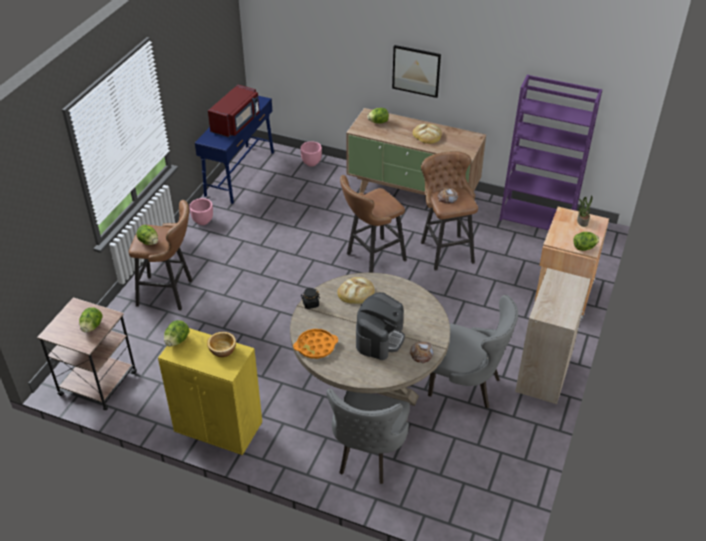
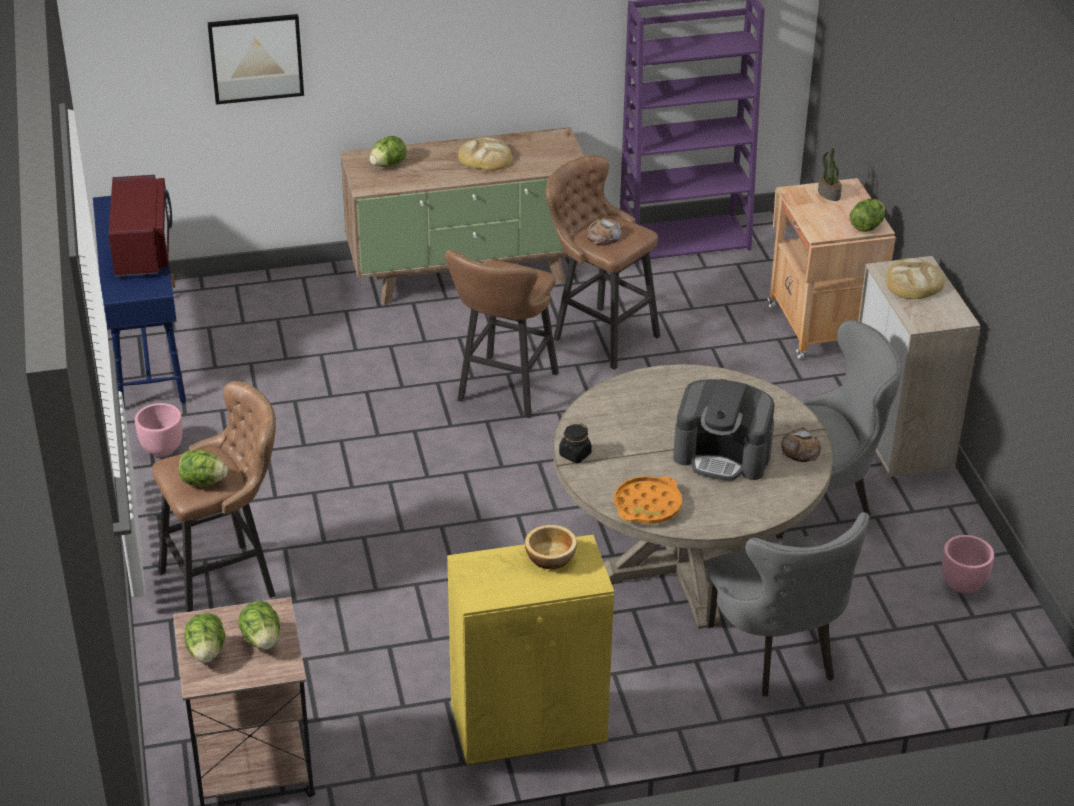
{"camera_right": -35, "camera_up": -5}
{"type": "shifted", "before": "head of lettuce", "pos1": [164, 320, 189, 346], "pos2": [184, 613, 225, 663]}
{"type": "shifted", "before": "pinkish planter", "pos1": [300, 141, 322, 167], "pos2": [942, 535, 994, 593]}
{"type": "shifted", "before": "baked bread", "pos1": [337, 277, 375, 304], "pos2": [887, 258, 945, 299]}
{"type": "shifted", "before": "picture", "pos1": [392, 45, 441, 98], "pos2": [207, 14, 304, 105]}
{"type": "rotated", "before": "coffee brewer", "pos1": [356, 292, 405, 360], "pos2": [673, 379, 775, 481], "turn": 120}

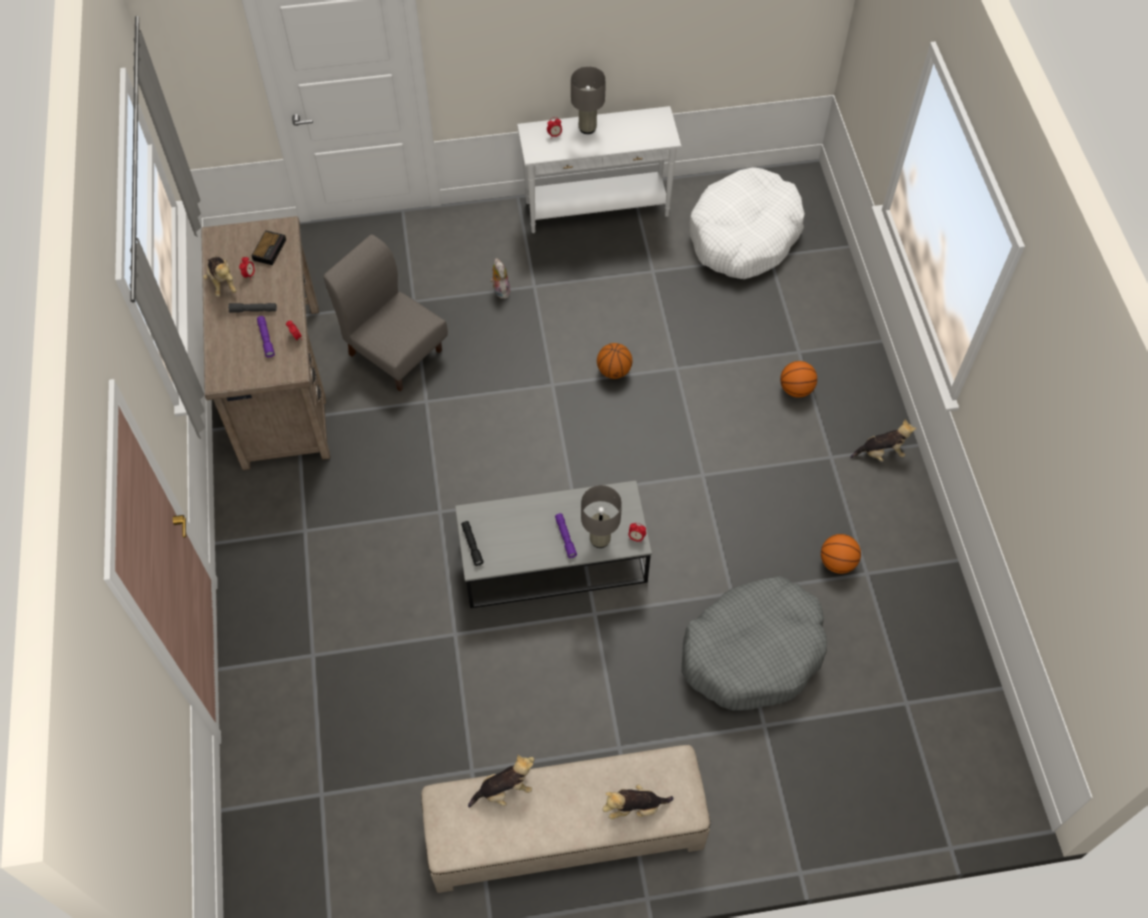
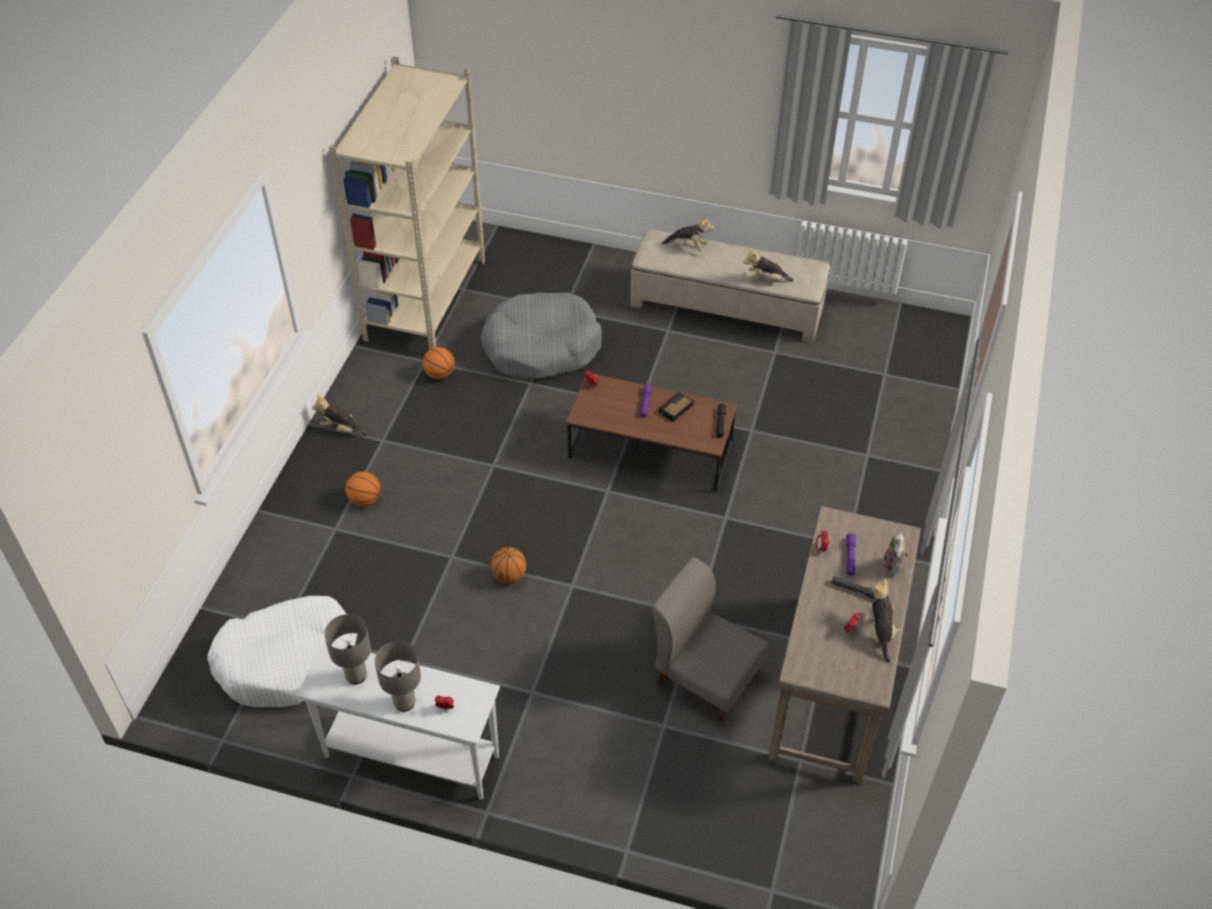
{"camera_right": -155, "camera_up": -10}
{"type": "new", "after": "beige bookshelf", "pos2": [329, 56, 485, 350]}
{"type": "shifted", "before": "alarm clock", "pos1": [252, 230, 286, 265], "pos2": [659, 392, 694, 422]}
{"type": "shifted", "before": "cuddly toy", "pos1": [490, 258, 510, 299], "pos2": [881, 532, 909, 577]}
{"type": "shifted", "before": "greyish tabletop lamp", "pos1": [581, 485, 622, 548], "pos2": [324, 614, 371, 684]}
{"type": "repainted", "before": "greyish coffee table", "after": "brown coffee table", "pos1": [455, 480, 652, 608], "pos2": [566, 375, 737, 491]}
{"type": "rotated", "before": "greyish chair", "pos1": [324, 235, 448, 391], "pos2": [652, 557, 769, 722], "turn": 150}

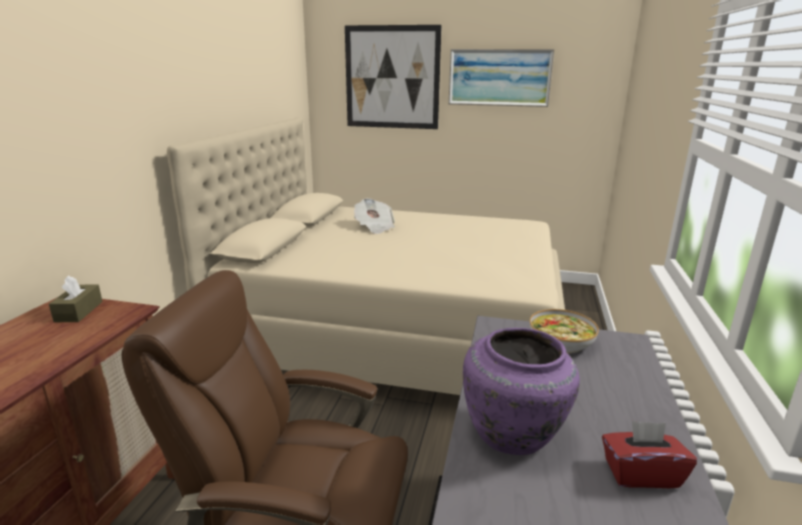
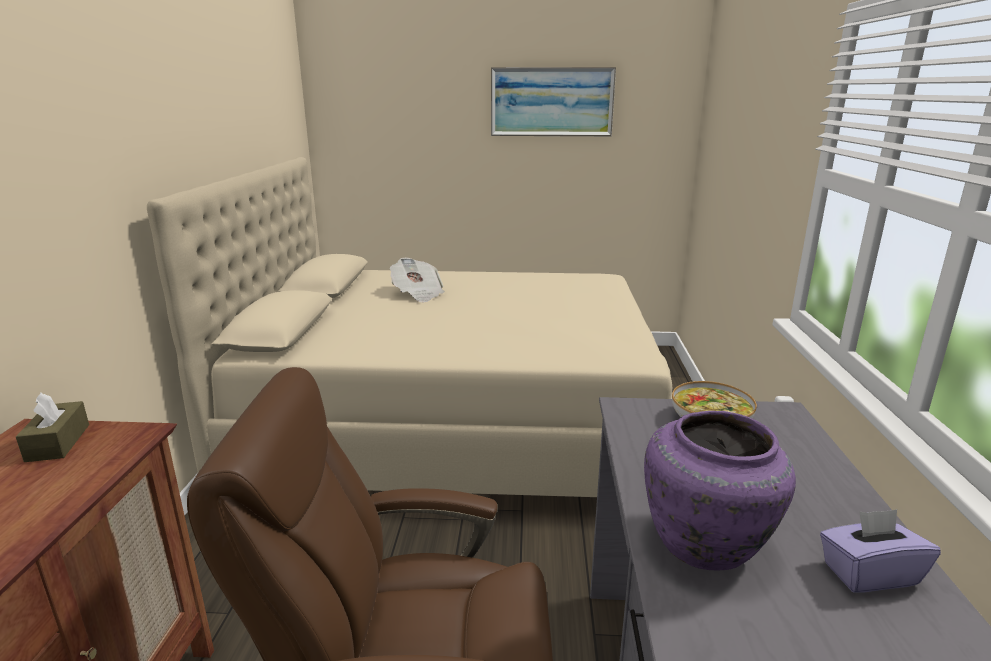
{"camera_right": -10, "camera_up": 0}
{"type": "gone", "before": "picture", "pos1": [345, 25, 442, 129]}
{"type": "repainted", "before": "red tissue holder", "after": "purplish tissue holder", "pos1": [602, 421, 697, 488], "pos2": [820, 509, 941, 593]}

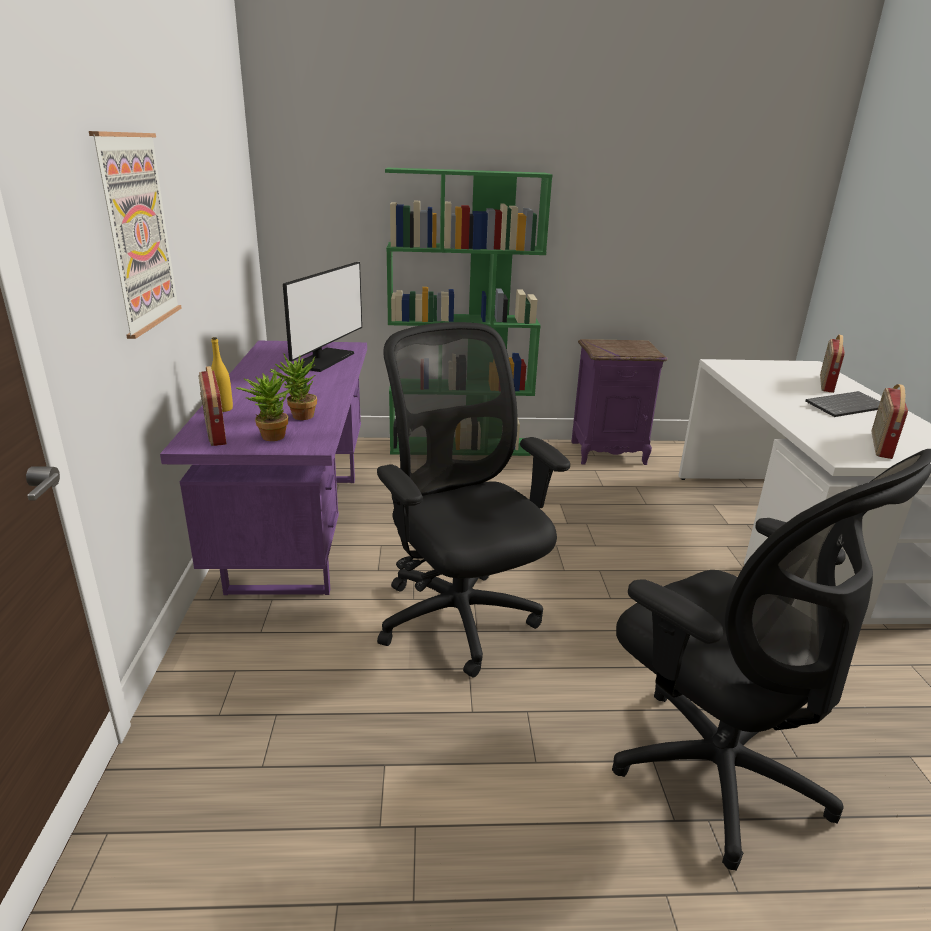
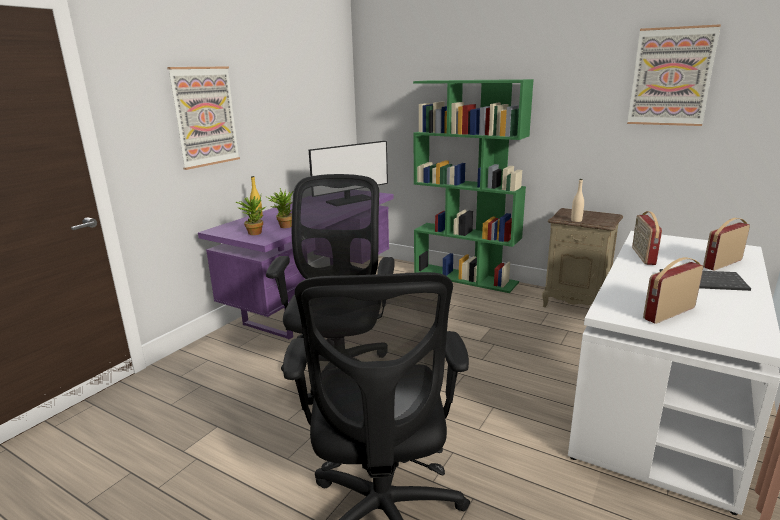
{"camera_right": 35, "camera_up": -5}
{"type": "new", "after": "beige beverage bottle", "pos2": [571, 179, 584, 222]}
{"type": "new", "after": "picture", "pos2": [627, 24, 721, 126]}
{"type": "shifted", "before": "radio", "pos1": [198, 366, 227, 446], "pos2": [632, 211, 662, 265]}
{"type": "repainted", "before": "purplish bedside table", "after": "beige bedside table", "pos1": [571, 339, 668, 465], "pos2": [542, 208, 623, 307]}

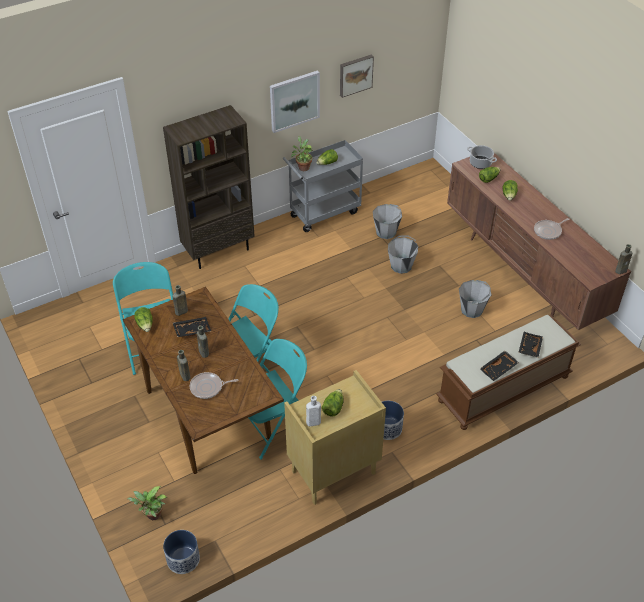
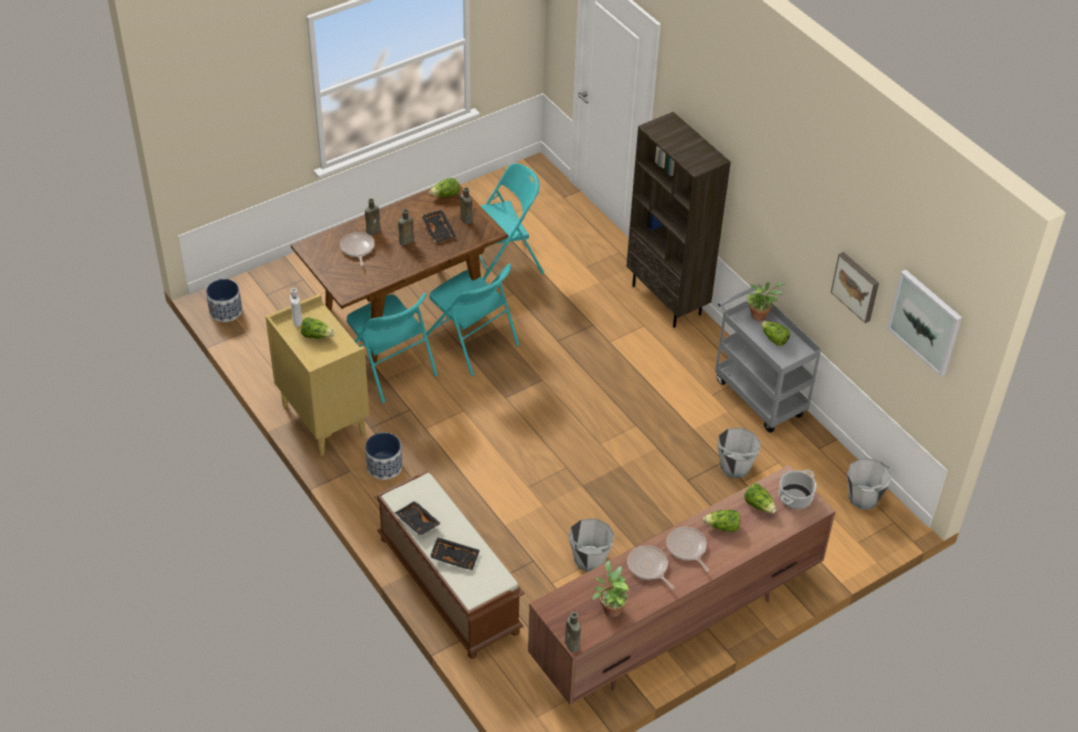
{"camera_right": 85, "camera_up": 0}
{"type": "new", "after": "frying pan", "pos2": [666, 527, 709, 572]}
{"type": "shifted", "before": "potted plant", "pos1": [127, 486, 167, 520], "pos2": [592, 560, 629, 617]}
{"type": "shifted", "before": "picture", "pos1": [270, 70, 320, 133], "pos2": [887, 270, 962, 376]}
{"type": "shifted", "before": "greyish bucket", "pos1": [388, 235, 418, 274], "pos2": [847, 458, 892, 509]}

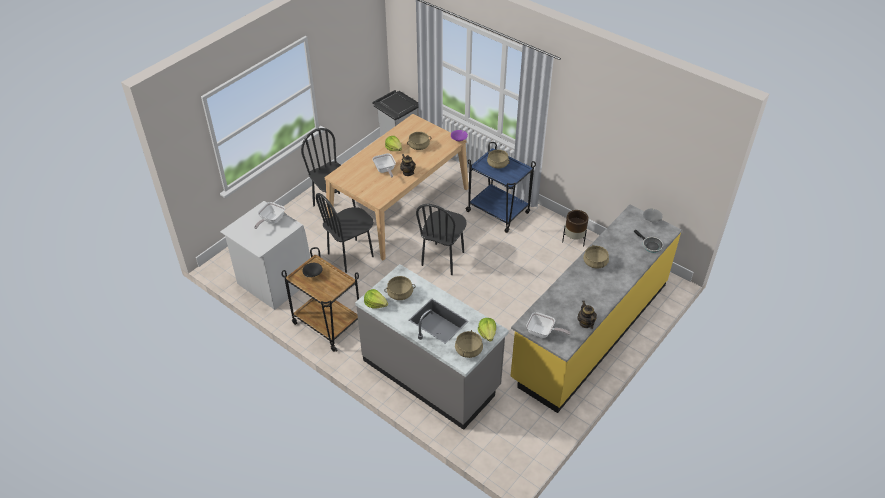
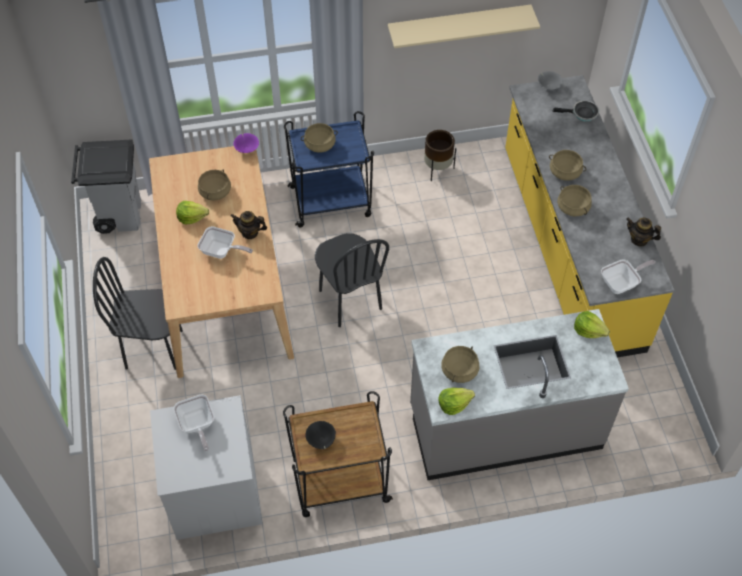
{"camera_right": -50, "camera_up": 10}
{"type": "gone", "before": "blackish chair", "pos1": [316, 193, 374, 273]}
{"type": "new", "after": "beige wall shelf", "pos2": [388, 5, 540, 48]}
{"type": "shifted", "before": "beige saucepot", "pos1": [455, 330, 483, 358], "pos2": [557, 185, 592, 217]}

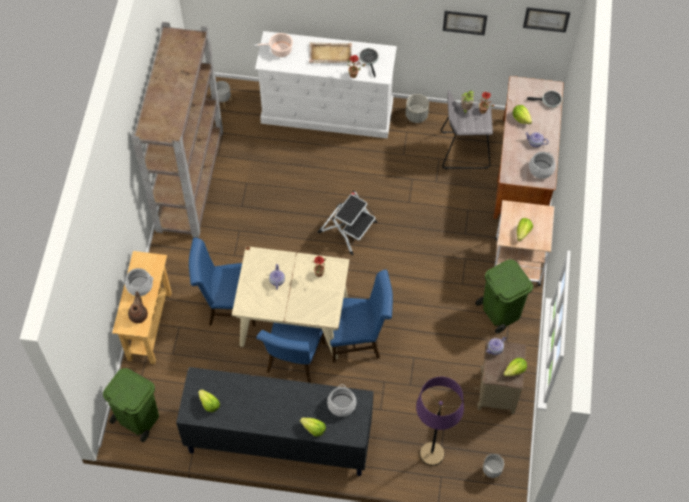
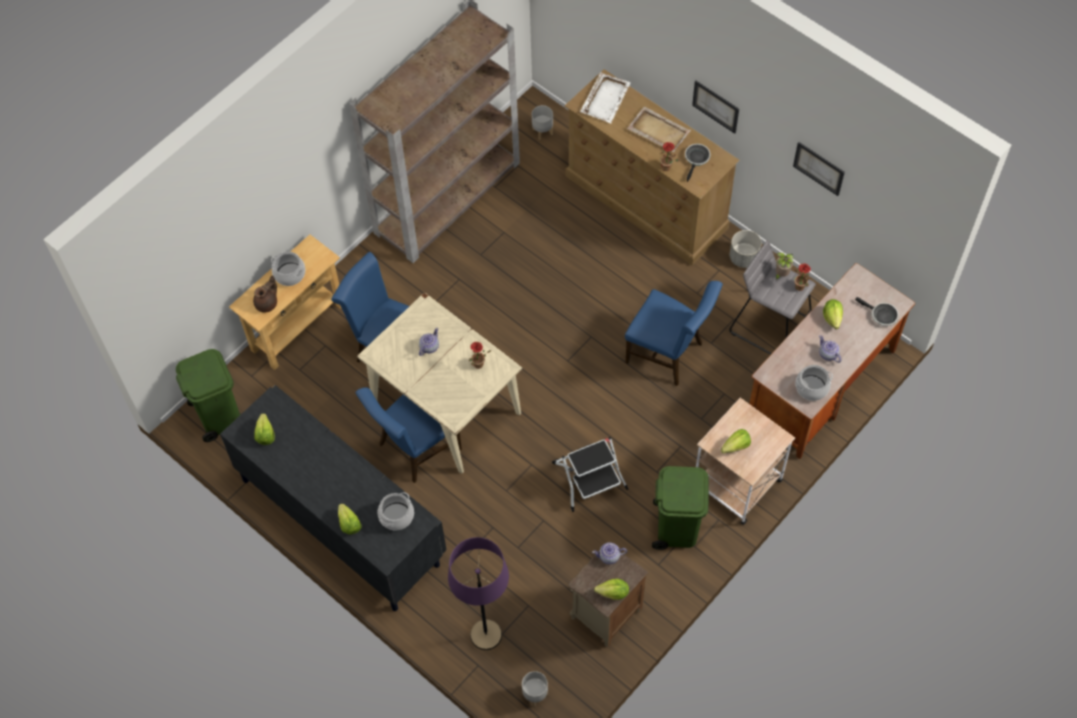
{"camera_right": 35, "camera_up": 0}
{"type": "shifted", "before": "step ladder", "pos1": [318, 191, 377, 255], "pos2": [552, 437, 628, 512]}
{"type": "shifted", "before": "bluish chair", "pos1": [330, 270, 393, 363], "pos2": [625, 281, 723, 386]}
{"type": "shifted", "before": "picture", "pos1": [523, 7, 570, 33], "pos2": [692, 81, 739, 134]}
{"type": "swapped", "before": "saucepot", "after": "white-coloured tray", "pos1": [254, 33, 293, 57], "pos2": [580, 72, 631, 123]}
{"type": "repainted", "before": "white-coloured dresser", "after": "brown dresser", "pos1": [255, 31, 397, 139], "pos2": [565, 69, 739, 266]}

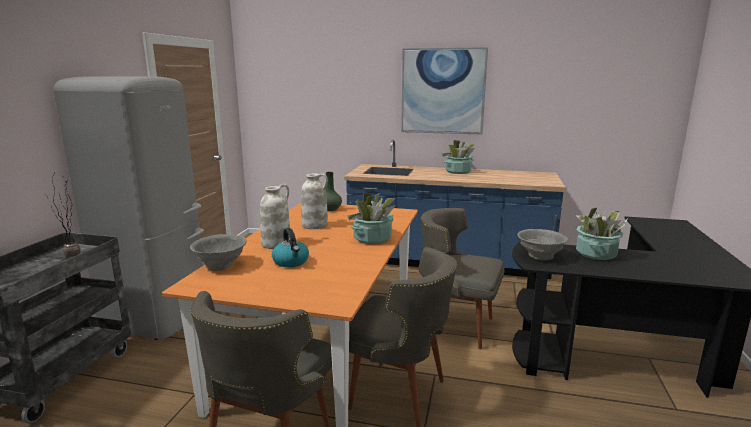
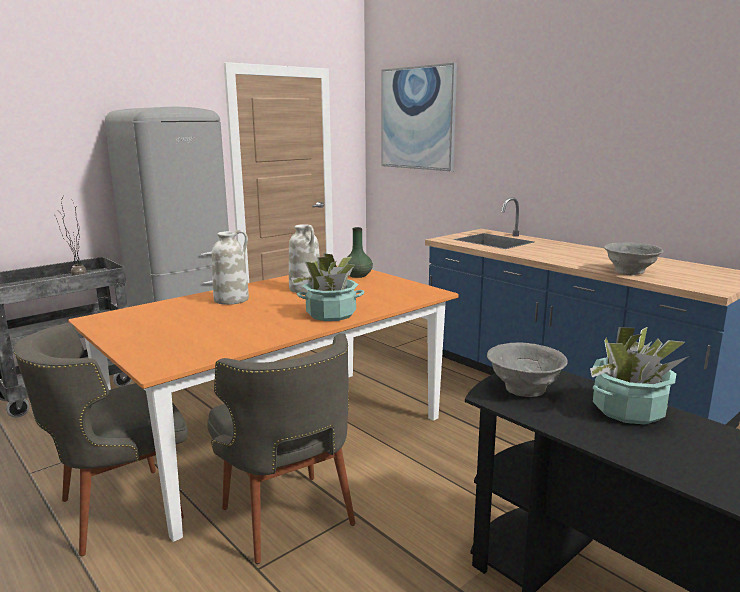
{"camera_right": 35, "camera_up": 0}
{"type": "gone", "before": "tea kettle", "pos1": [272, 228, 309, 267]}
{"type": "gone", "before": "greyish chair", "pos1": [420, 208, 505, 349]}
{"type": "gone", "before": "potted plant", "pos1": [442, 140, 475, 174]}
{"type": "shifted", "before": "greyish serving bowl", "pos1": [190, 234, 247, 271], "pos2": [604, 242, 663, 275]}
{"type": "shifted", "before": "picture", "pos1": [401, 47, 488, 135], "pos2": [382, 63, 457, 171]}

